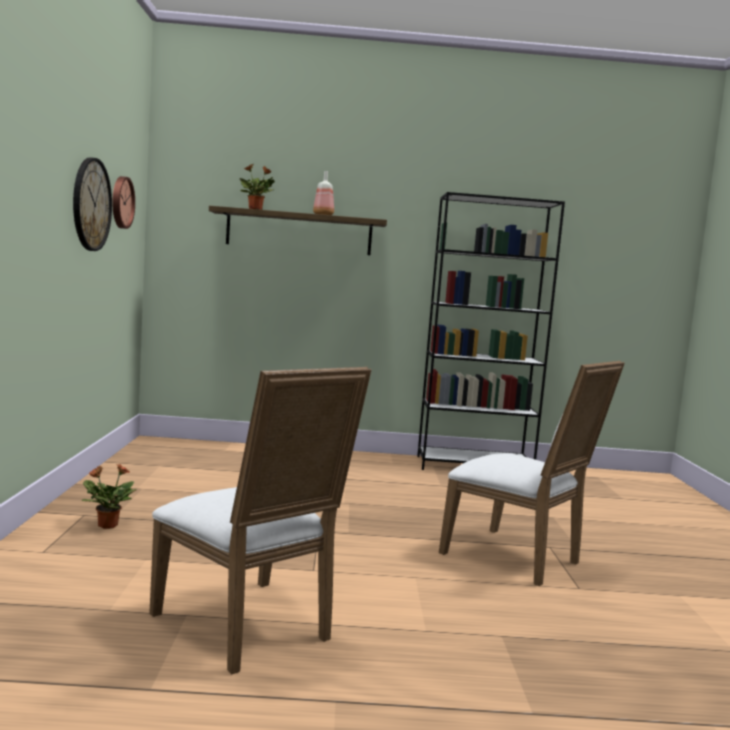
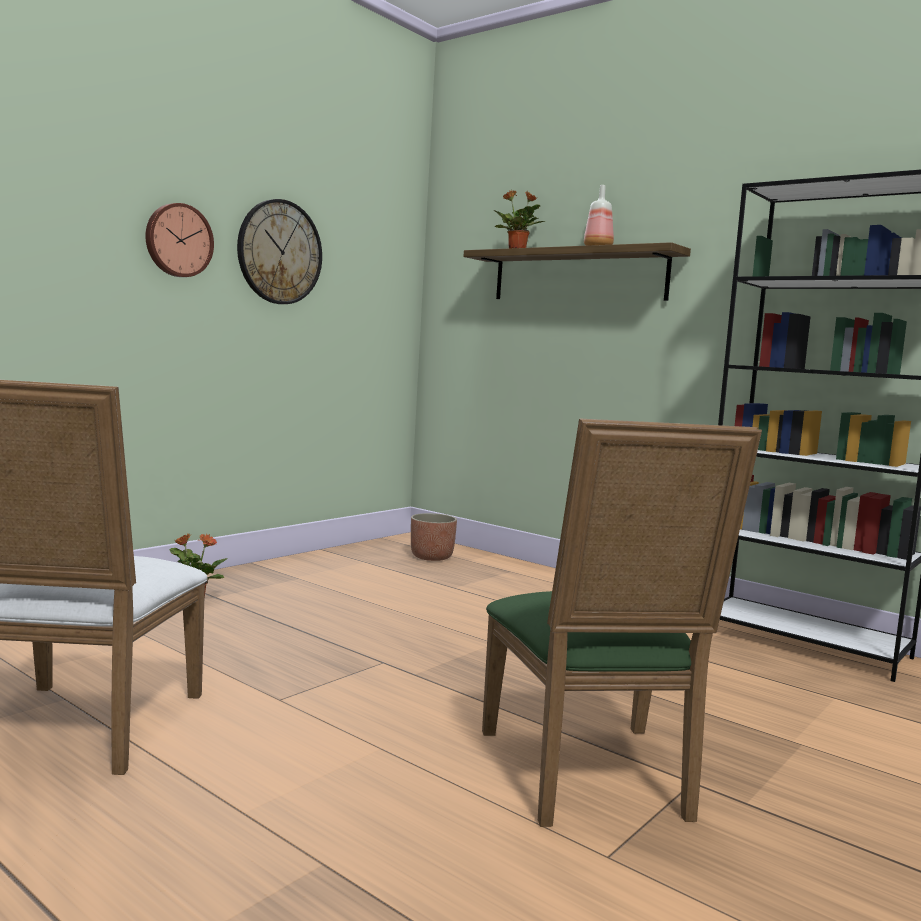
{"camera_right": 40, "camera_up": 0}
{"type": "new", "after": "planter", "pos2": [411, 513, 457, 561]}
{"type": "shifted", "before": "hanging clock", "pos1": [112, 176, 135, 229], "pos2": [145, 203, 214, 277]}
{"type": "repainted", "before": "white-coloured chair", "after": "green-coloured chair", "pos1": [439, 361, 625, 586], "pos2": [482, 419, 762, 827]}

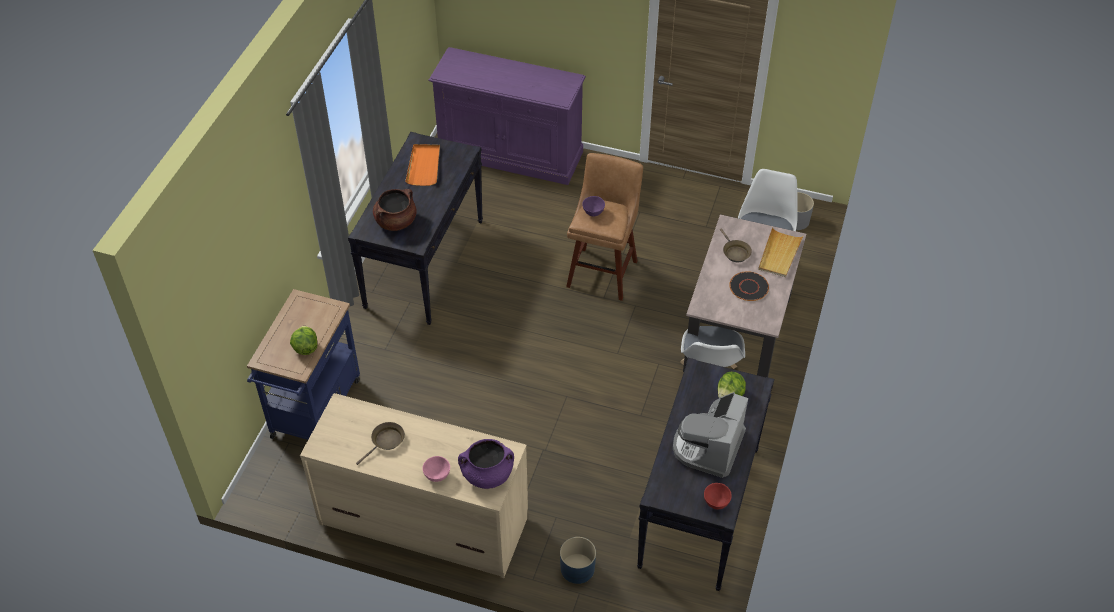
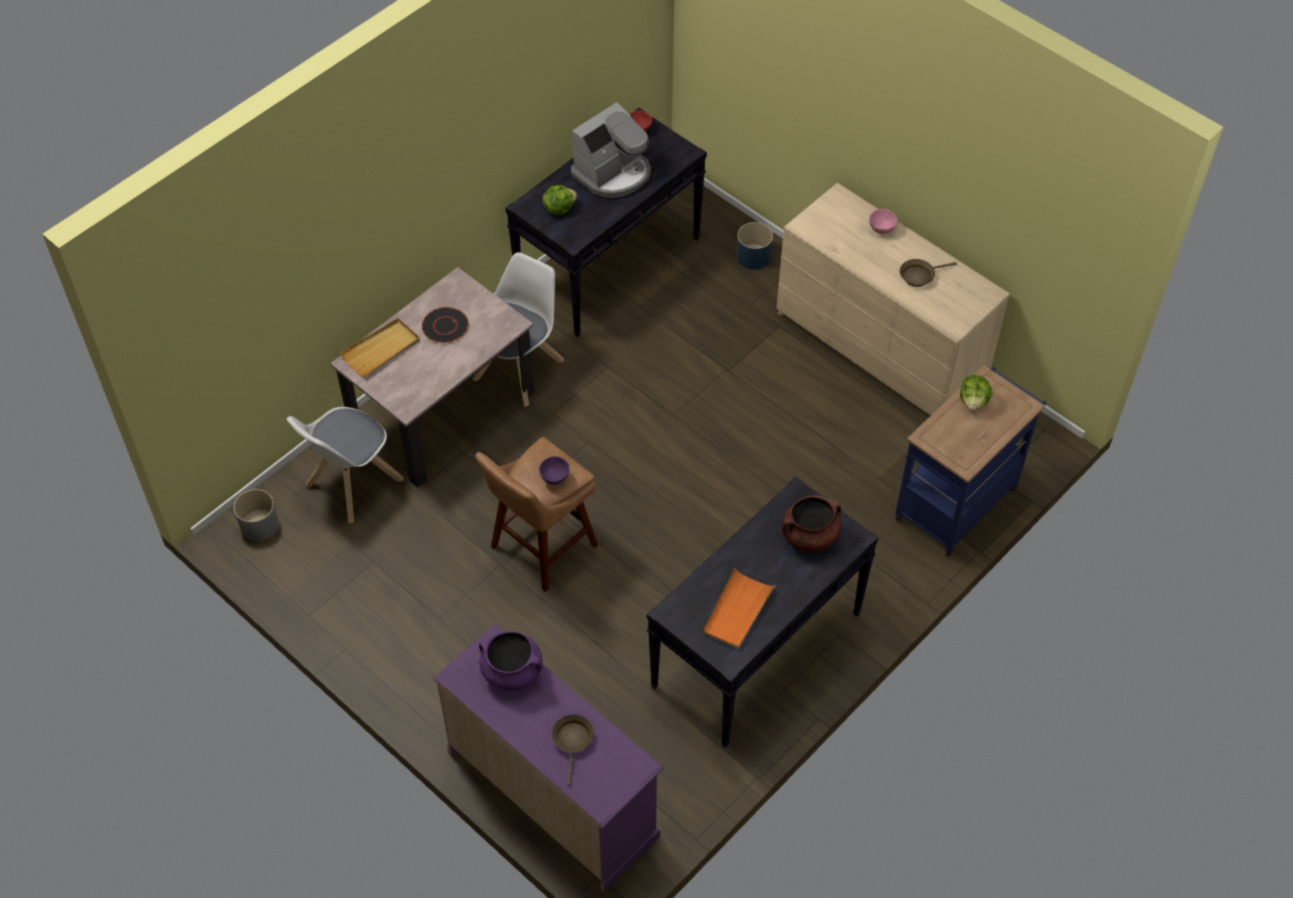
{"camera_right": -155, "camera_up": 5}
{"type": "shifted", "before": "purplish saucepot", "pos1": [458, 439, 514, 489], "pos2": [479, 632, 543, 691]}
{"type": "shifted", "before": "brown frying pan", "pos1": [720, 228, 752, 262], "pos2": [552, 714, 594, 785]}

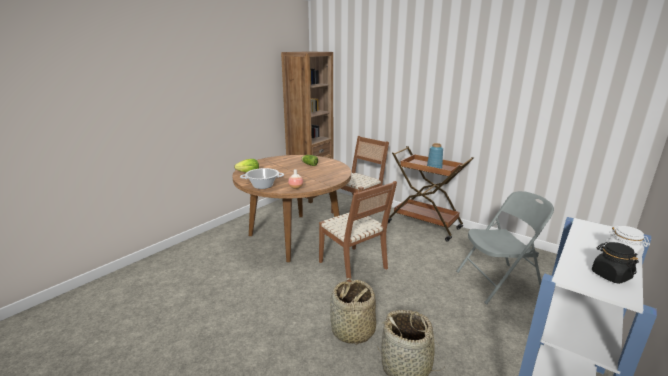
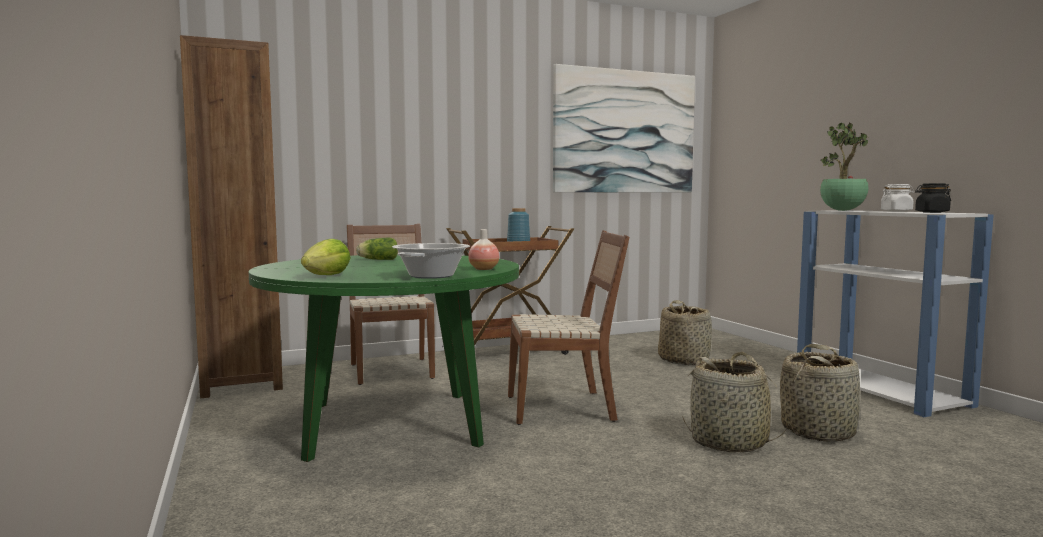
{"camera_right": -60, "camera_up": -15}
{"type": "new", "after": "picture", "pos2": [553, 64, 695, 193]}
{"type": "new", "after": "potted plant", "pos2": [820, 122, 868, 211]}
{"type": "swapped", "before": "greyish chair", "after": "basket", "pos1": [456, 191, 554, 305], "pos2": [658, 300, 712, 365]}
{"type": "repainted", "before": "brown dining table", "after": "green-coloured dining table", "pos1": [232, 155, 351, 262], "pos2": [249, 254, 519, 462]}

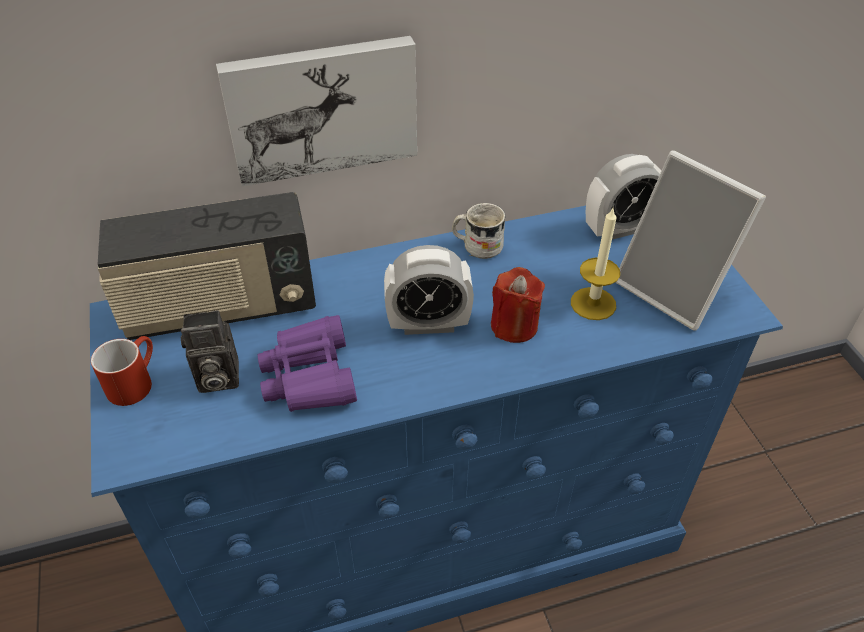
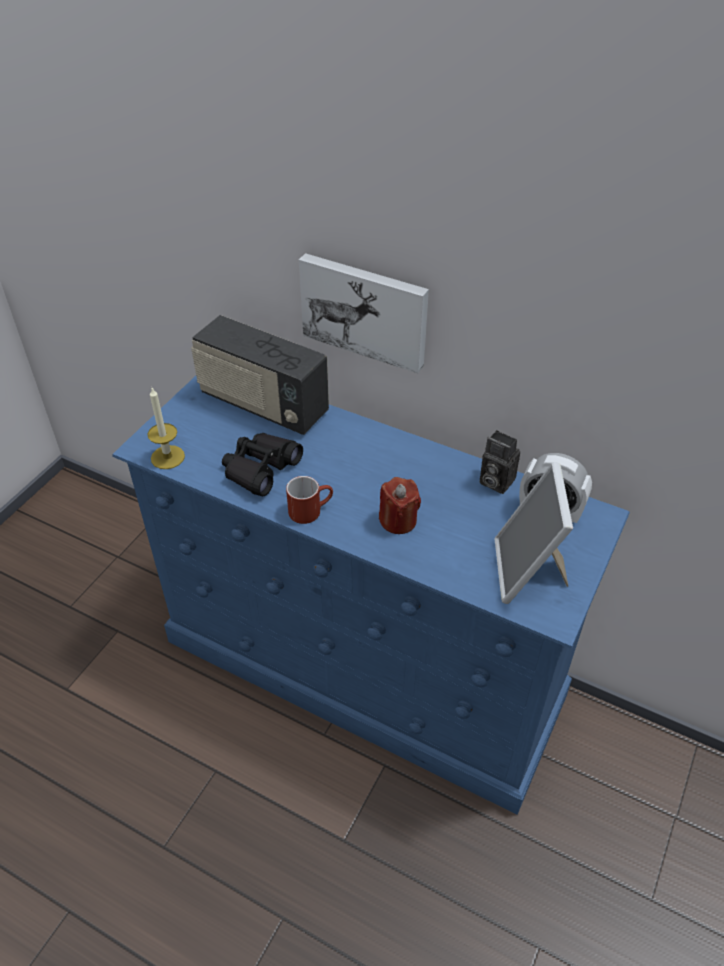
{"camera_right": 45, "camera_up": 0}
{"type": "gone", "before": "alarm clock", "pos1": [384, 245, 474, 335]}
{"type": "gone", "before": "white-coloured mug", "pos1": [452, 203, 506, 259]}
{"type": "shifted", "before": "red mug", "pos1": [91, 336, 153, 406], "pos2": [286, 476, 333, 524]}
{"type": "shifted", "before": "photo camera", "pos1": [181, 310, 239, 393], "pos2": [479, 430, 520, 494]}
{"type": "shifted", "before": "wax light", "pos1": [571, 208, 620, 320], "pos2": [148, 388, 185, 469]}
{"type": "repainted", "before": "purplish binoculars", "after": "blackish binoculars", "pos1": [258, 315, 357, 412], "pos2": [222, 433, 303, 496]}

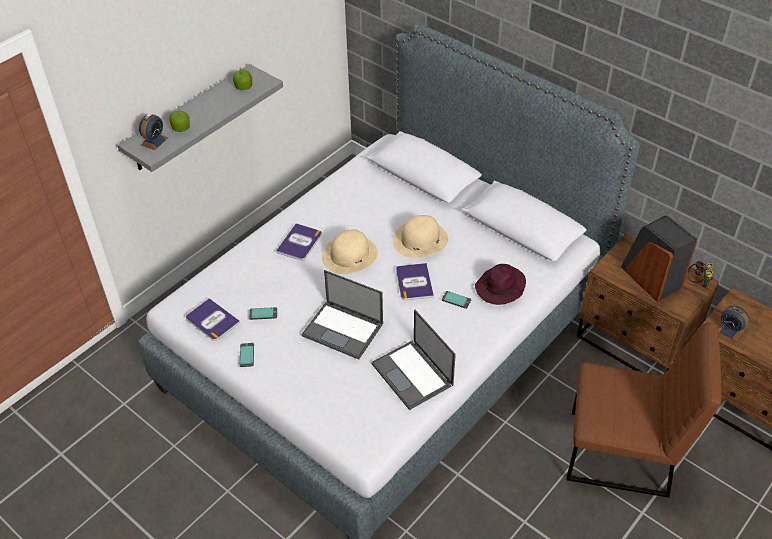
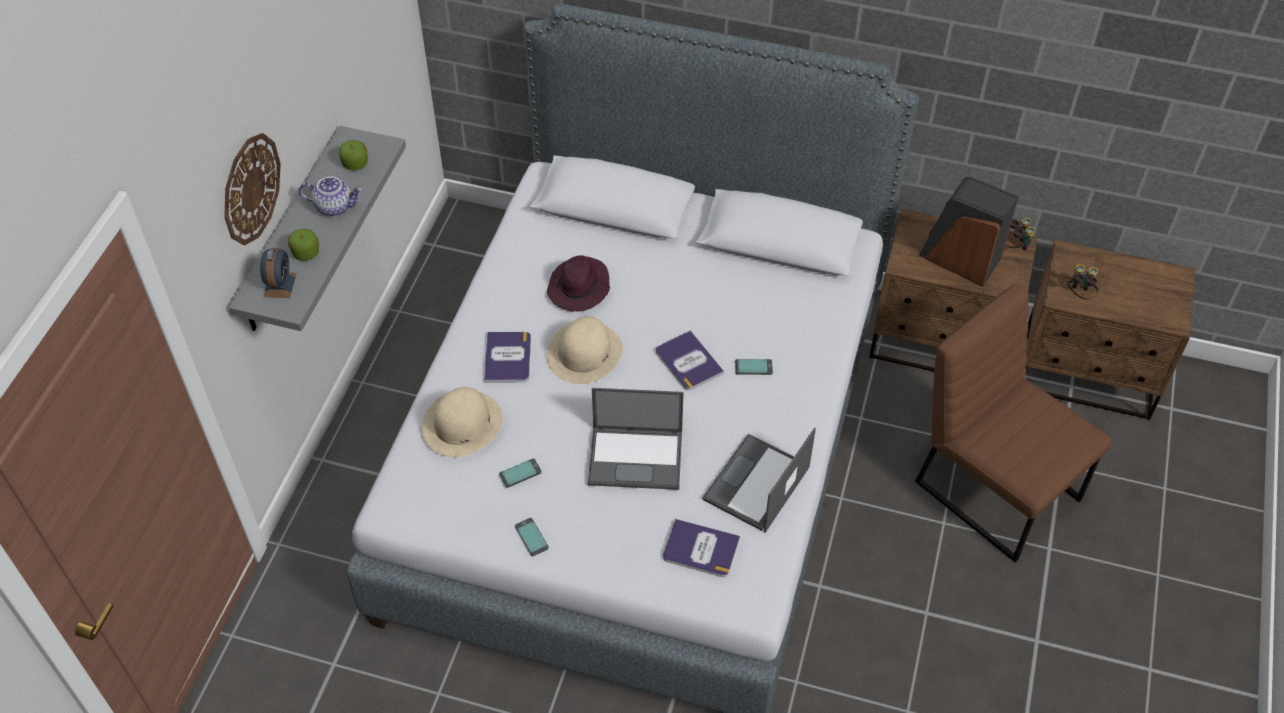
{"camera_right": -25, "camera_up": 5}
{"type": "new", "after": "hanging clock", "pos2": [224, 133, 281, 245]}
{"type": "new", "after": "tea pot", "pos2": [299, 176, 363, 216]}
{"type": "shifted", "before": "bound book", "pos1": [186, 298, 240, 341], "pos2": [663, 519, 740, 577]}
{"type": "shifted", "before": "beige clothing hat", "pos1": [393, 215, 448, 258], "pos2": [422, 387, 503, 457]}
{"type": "shifted", "before": "purplish clothing hat", "pos1": [475, 264, 526, 305], "pos2": [547, 255, 610, 312]}
{"type": "swapped", "before": "alarm clock", "after": "binoculars", "pos1": [718, 306, 749, 341], "pos2": [1067, 264, 1098, 299]}
{"type": "rotated", "before": "portable computer", "pos1": [371, 310, 456, 410], "pos2": [702, 428, 816, 533], "turn": 90}
{"type": "rotated", "before": "brown chair", "pos1": [566, 322, 722, 498], "pos2": [915, 283, 1112, 562], "turn": -120}

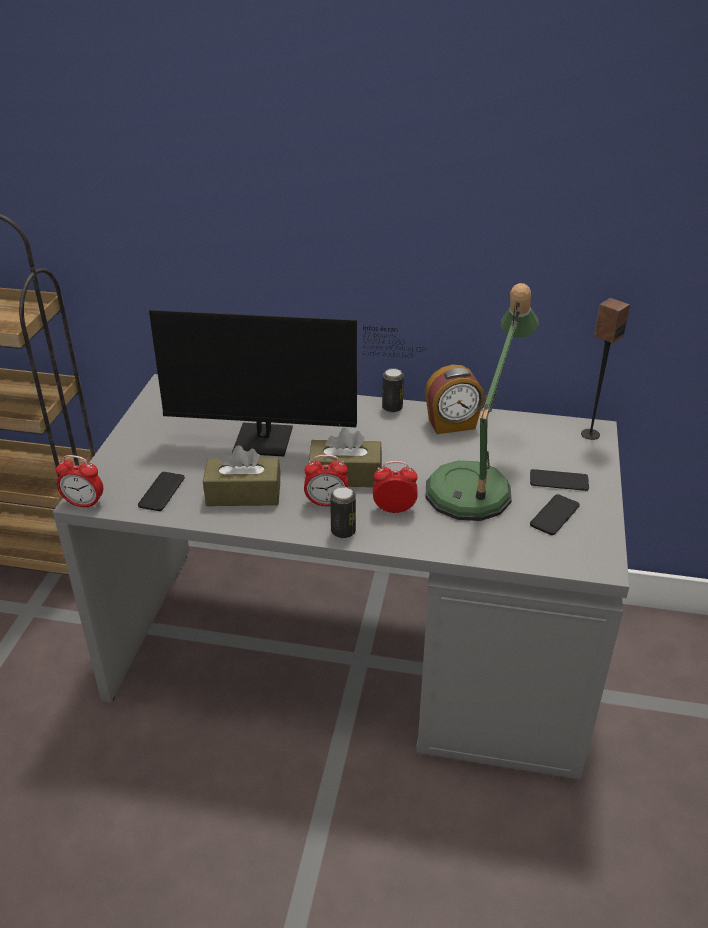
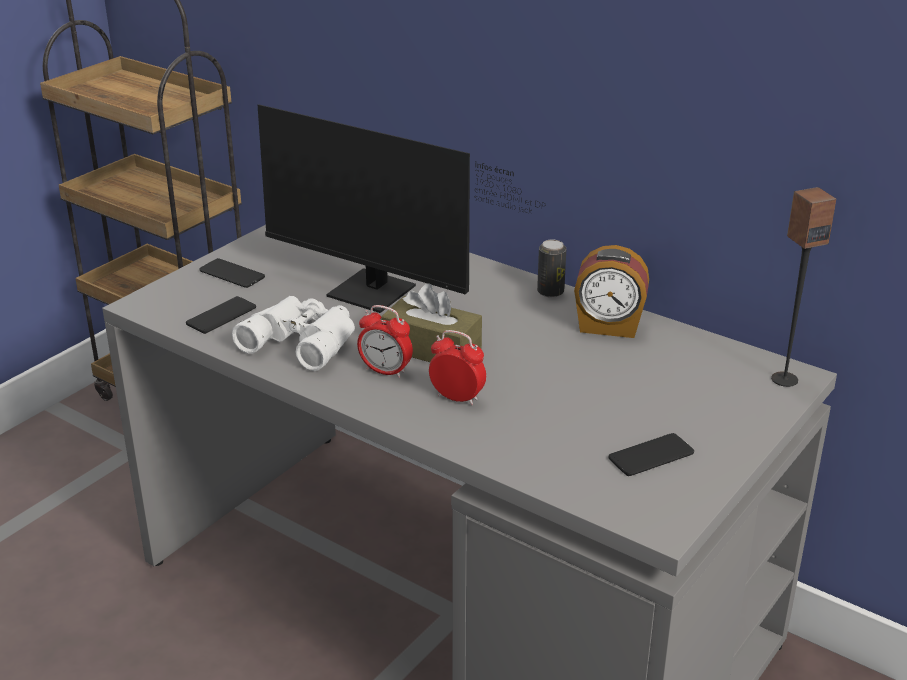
{"camera_right": 25, "camera_up": -5}
{"type": "gone", "before": "alarm clock", "pos1": [56, 455, 103, 508]}
{"type": "gone", "before": "can", "pos1": [330, 487, 356, 538]}
{"type": "gone", "before": "tabletop lamp", "pos1": [425, 283, 539, 521]}
{"type": "shifted", "before": "handset", "pos1": [530, 469, 589, 491], "pos2": [200, 258, 265, 288]}
{"type": "swapped", "before": "brown tissue holder", "after": "white-coloured binoculars", "pos1": [203, 445, 281, 506], "pos2": [232, 296, 355, 371]}

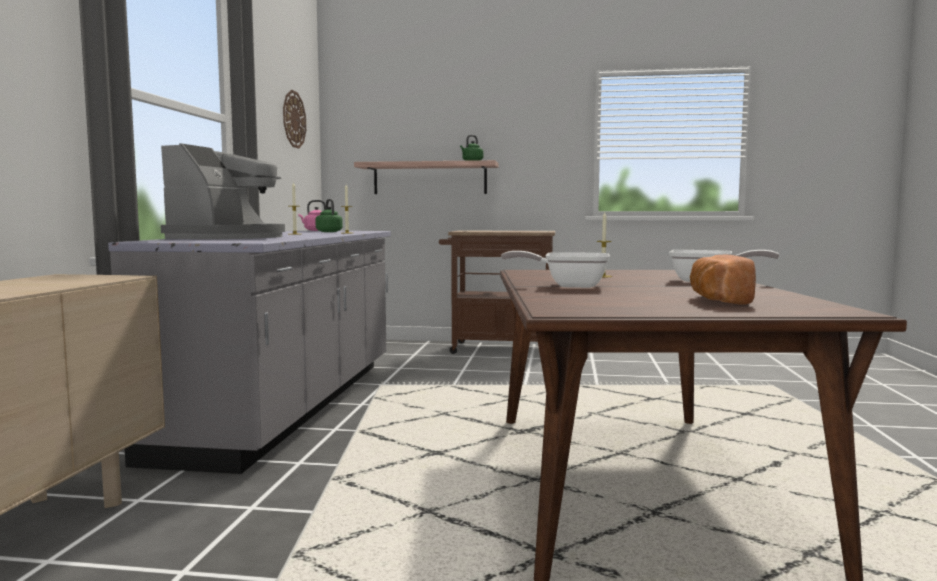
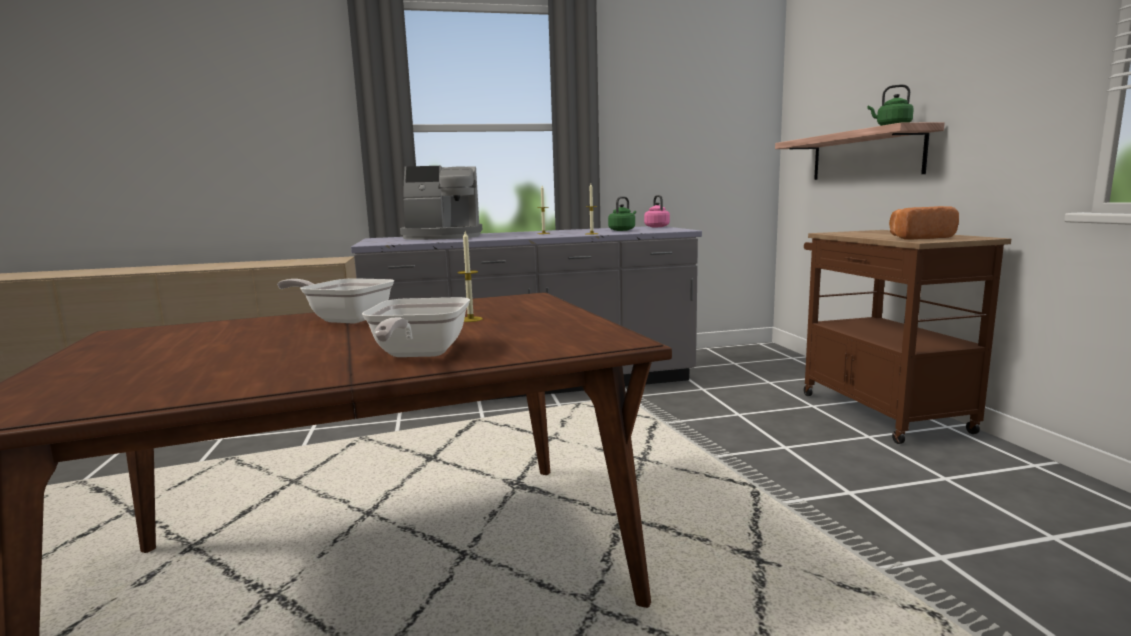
{"camera_right": 70, "camera_up": 5}
{"type": "gone", "before": "hanging clock", "pos1": [283, 90, 306, 148]}
{"type": "shifted", "before": "baked bread", "pos1": [690, 255, 756, 304], "pos2": [889, 206, 959, 240]}
{"type": "rotated", "before": "frying pan", "pos1": [501, 251, 610, 288], "pos2": [277, 278, 394, 324], "turn": -60}

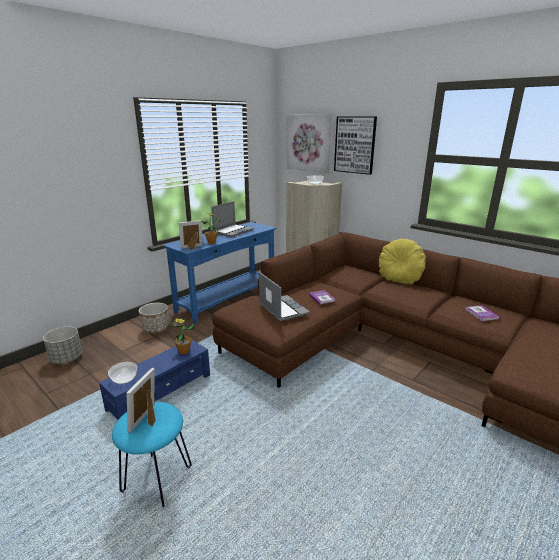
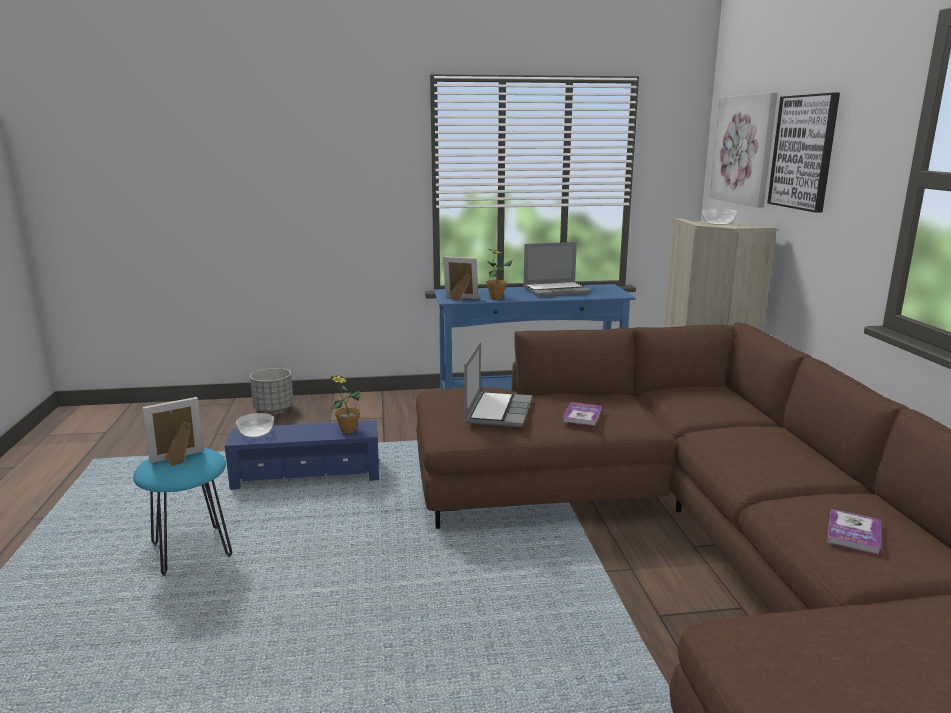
{"camera_right": 40, "camera_up": -5}
{"type": "gone", "before": "planter", "pos1": [139, 303, 169, 333]}
{"type": "gone", "before": "yellow throw pillow", "pos1": [379, 239, 426, 284]}

